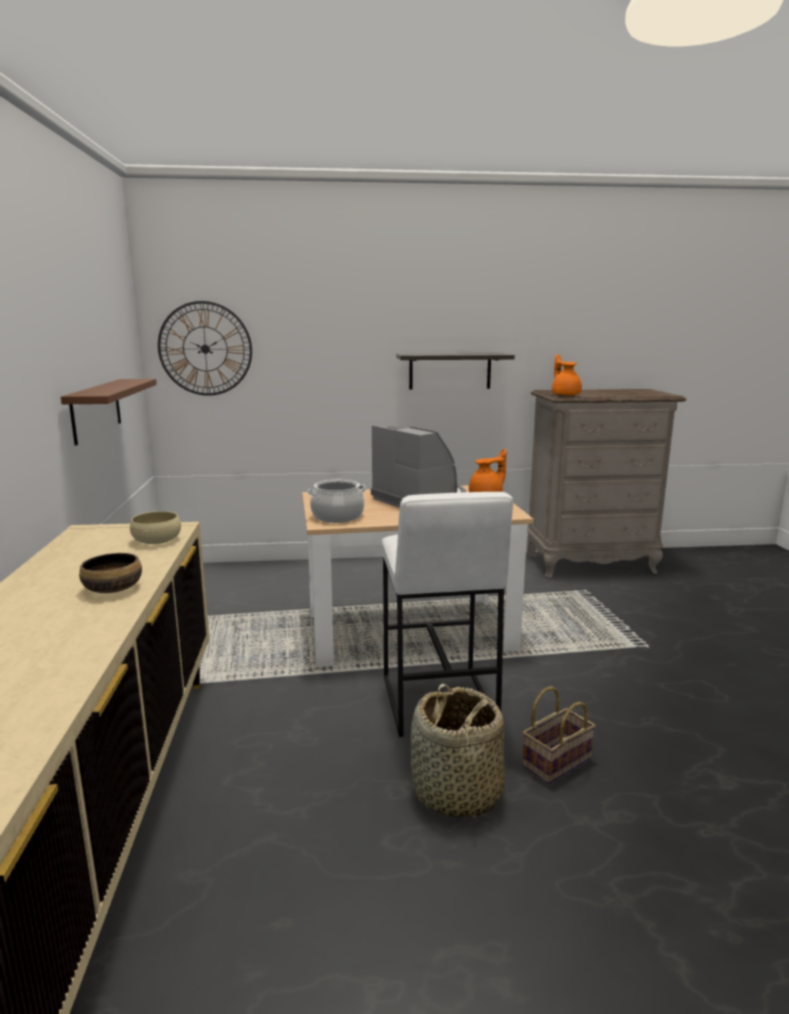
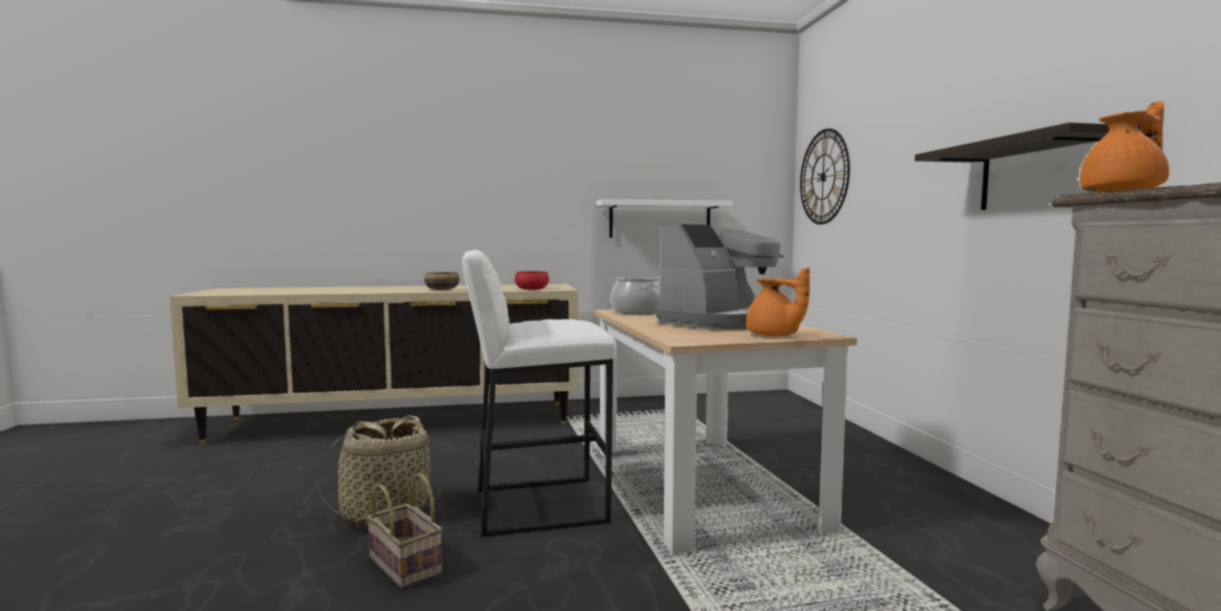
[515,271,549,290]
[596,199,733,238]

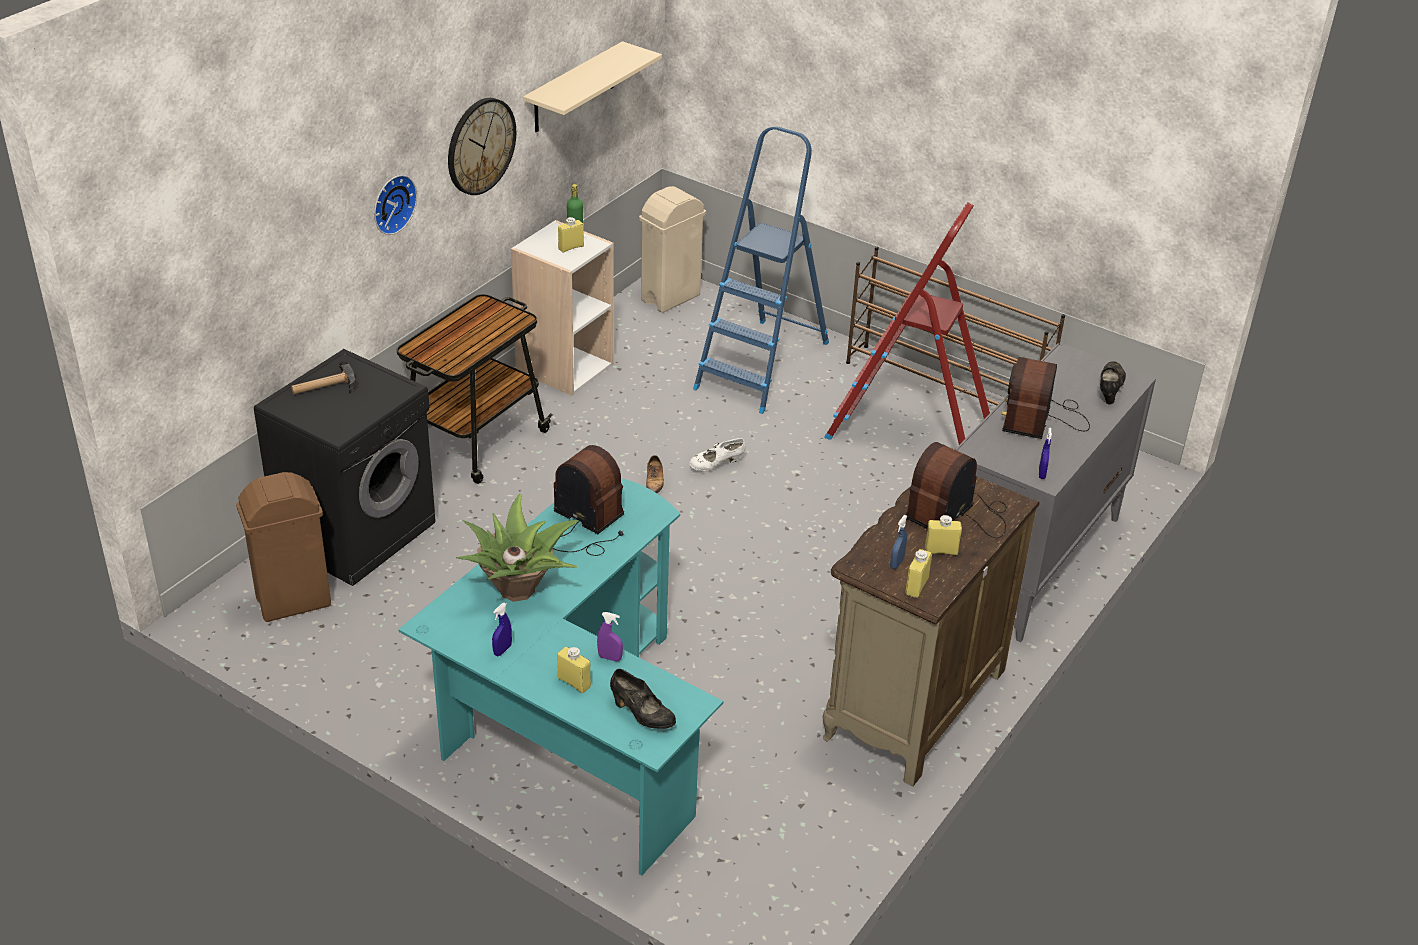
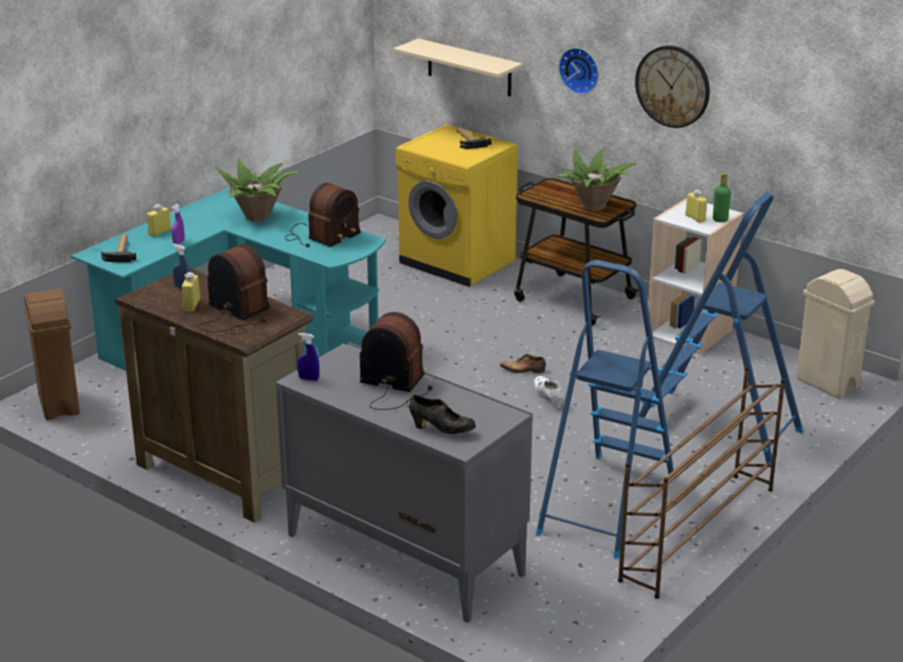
[24,289,80,420]
[101,234,136,262]
[393,39,523,96]
[395,125,518,287]
[536,260,674,559]
[552,148,636,211]
[492,603,512,656] (first image)
[906,549,932,598] (first image)

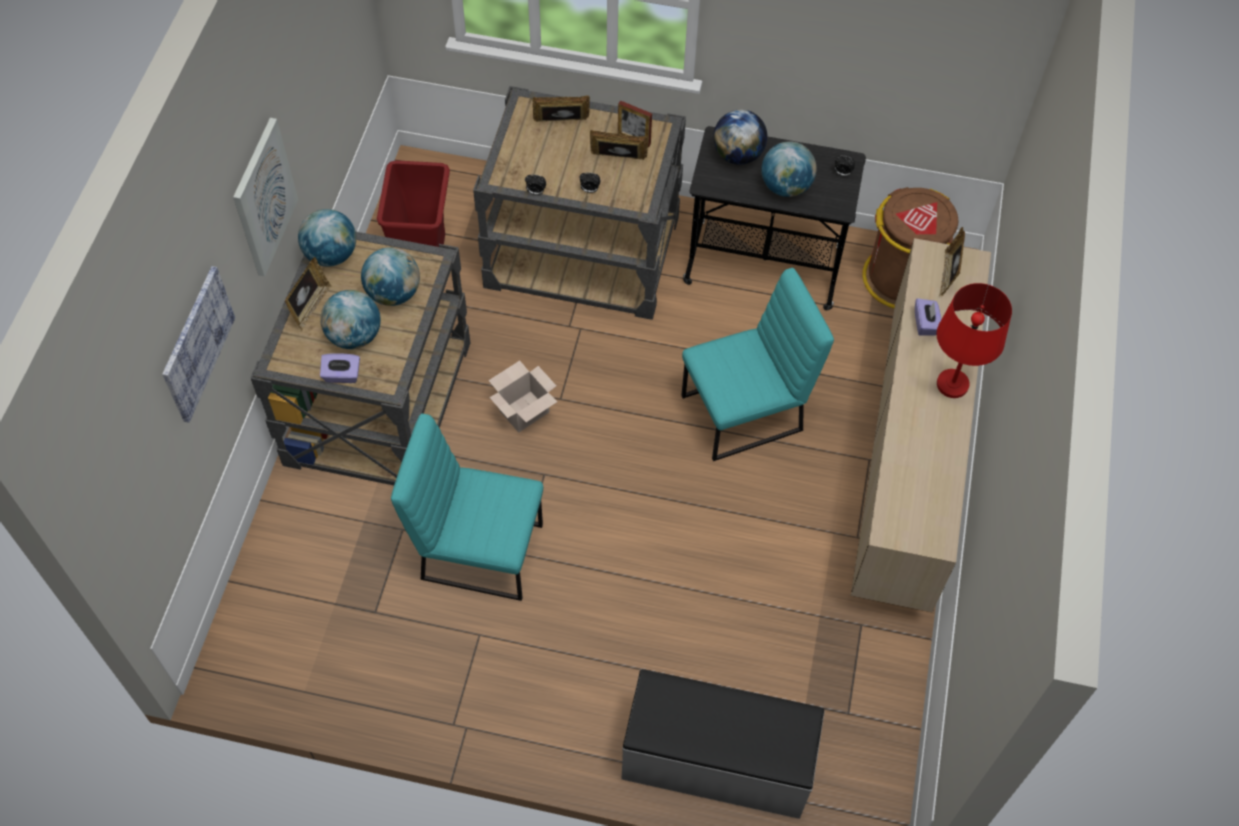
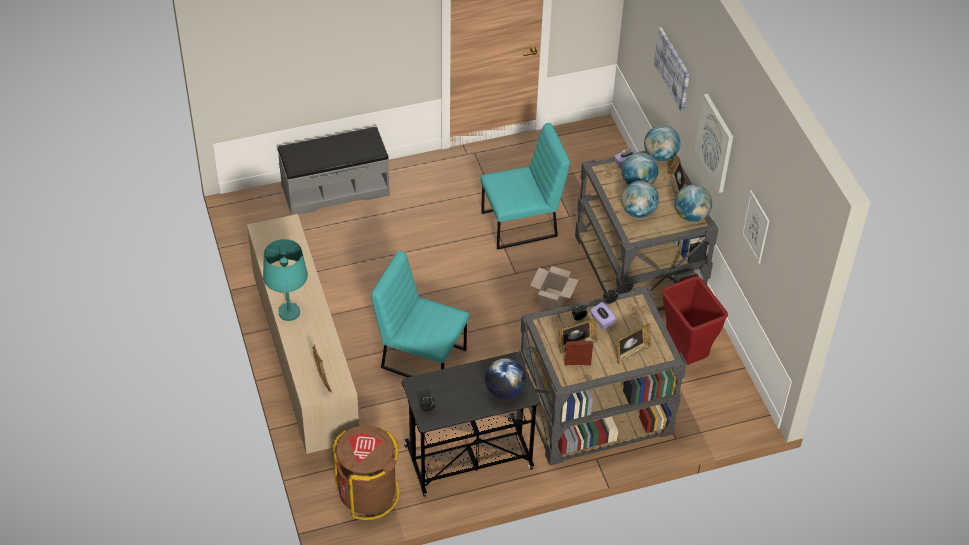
[263,239,308,321]
[371,251,469,377]
[590,302,616,330]
[644,125,680,161]
[741,190,769,264]

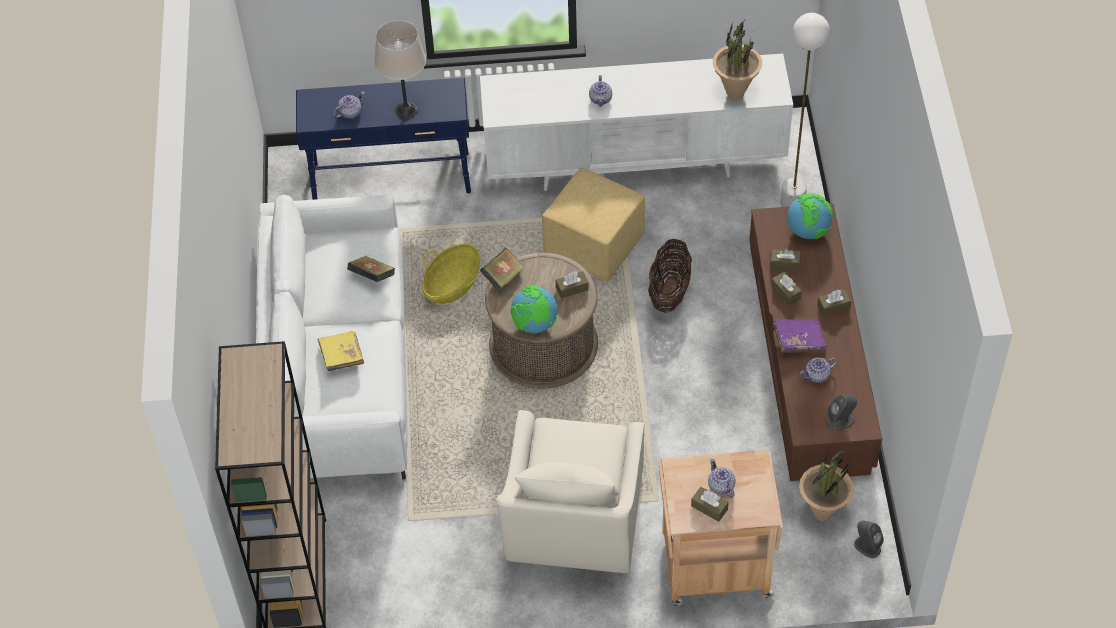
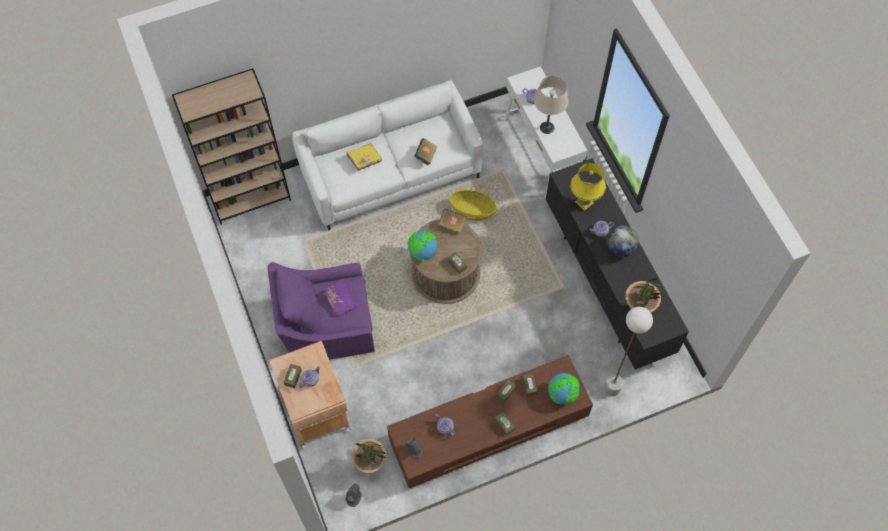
[268,262,375,360]
[323,279,358,317]
[505,66,587,198]
[546,158,689,370]
[570,163,606,212]
[607,226,639,257]
[542,168,645,282] (first image)
[648,239,692,313] (first image)

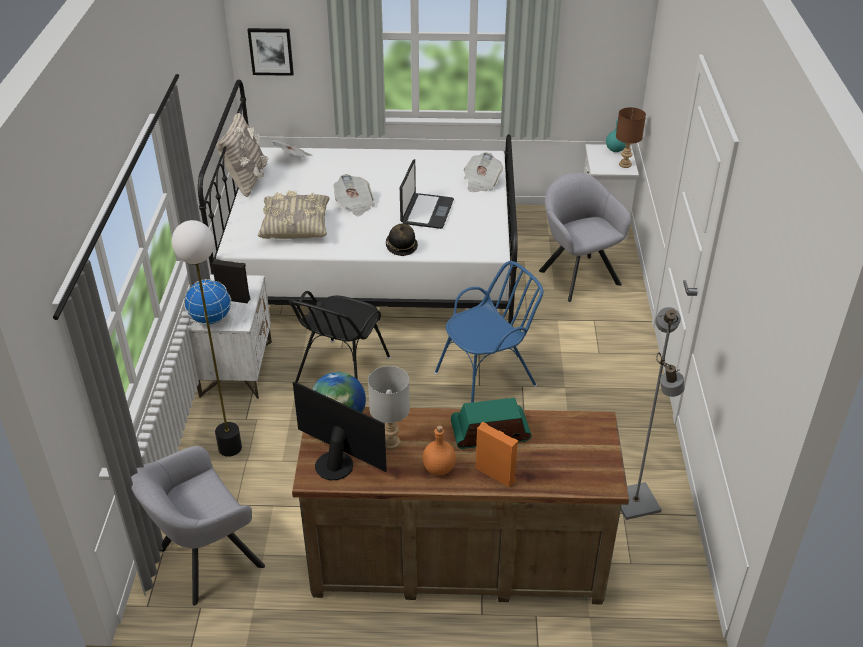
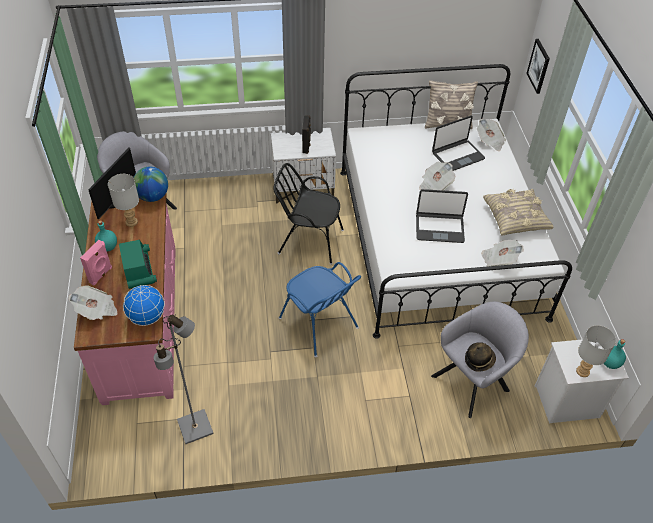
[69,285,118,320]
[80,240,112,285]
[95,220,117,251]
[123,285,165,326]
[432,116,485,171]
[465,342,496,372]
[483,189,554,236]
[576,325,616,377]
[172,220,242,457] (first image)

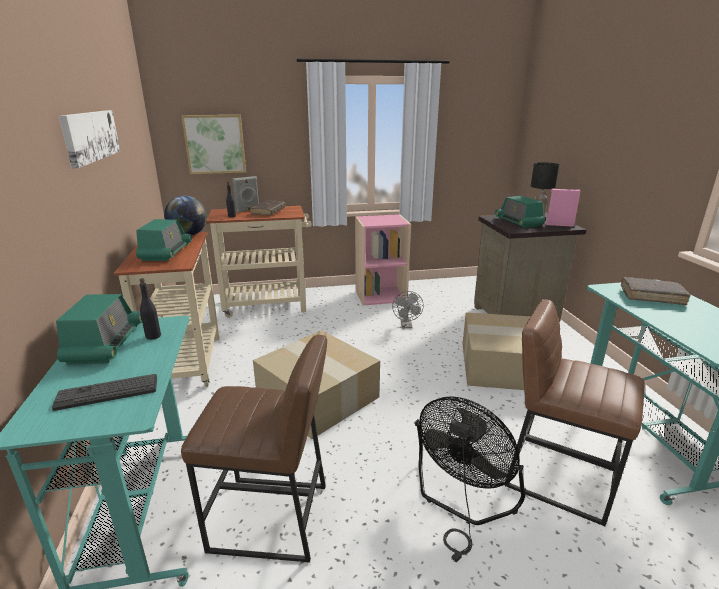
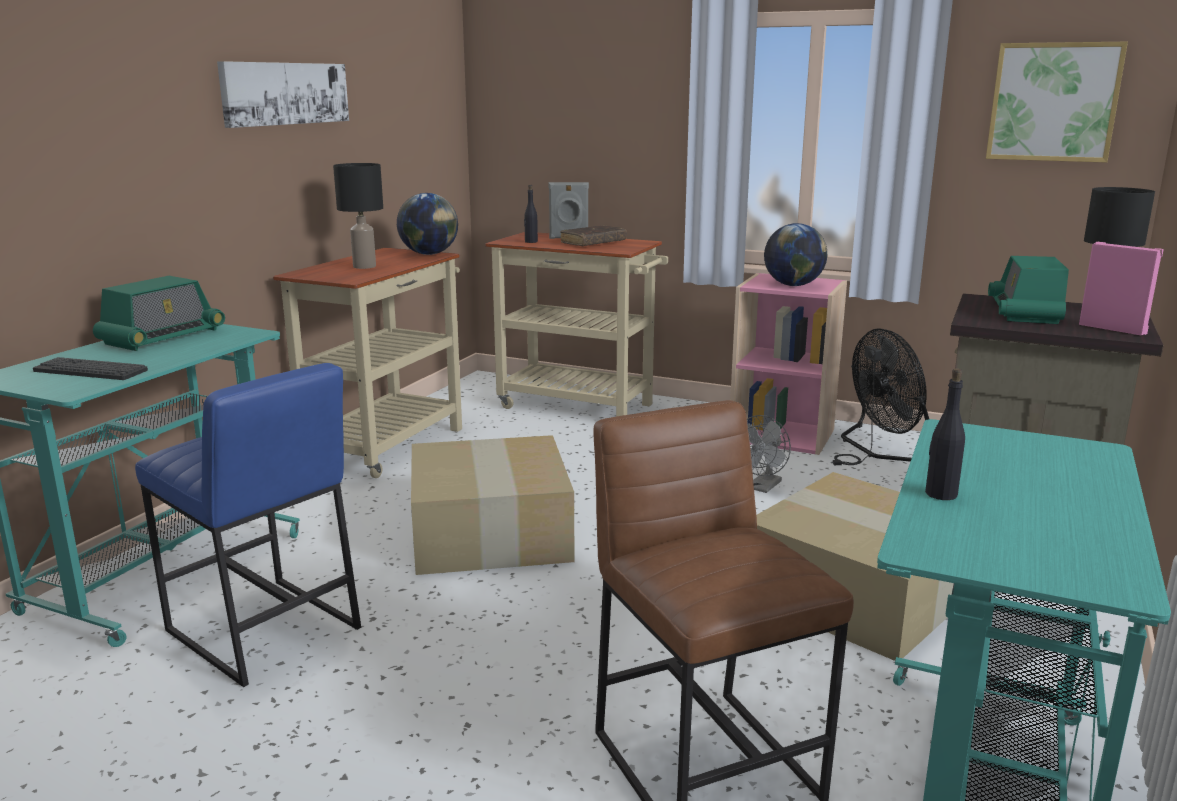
[135,363,361,687]
[333,163,383,269]
[764,223,827,286]
[831,328,929,465]
[925,368,965,500]
[986,42,1128,163]
[621,277,691,305] (first image)

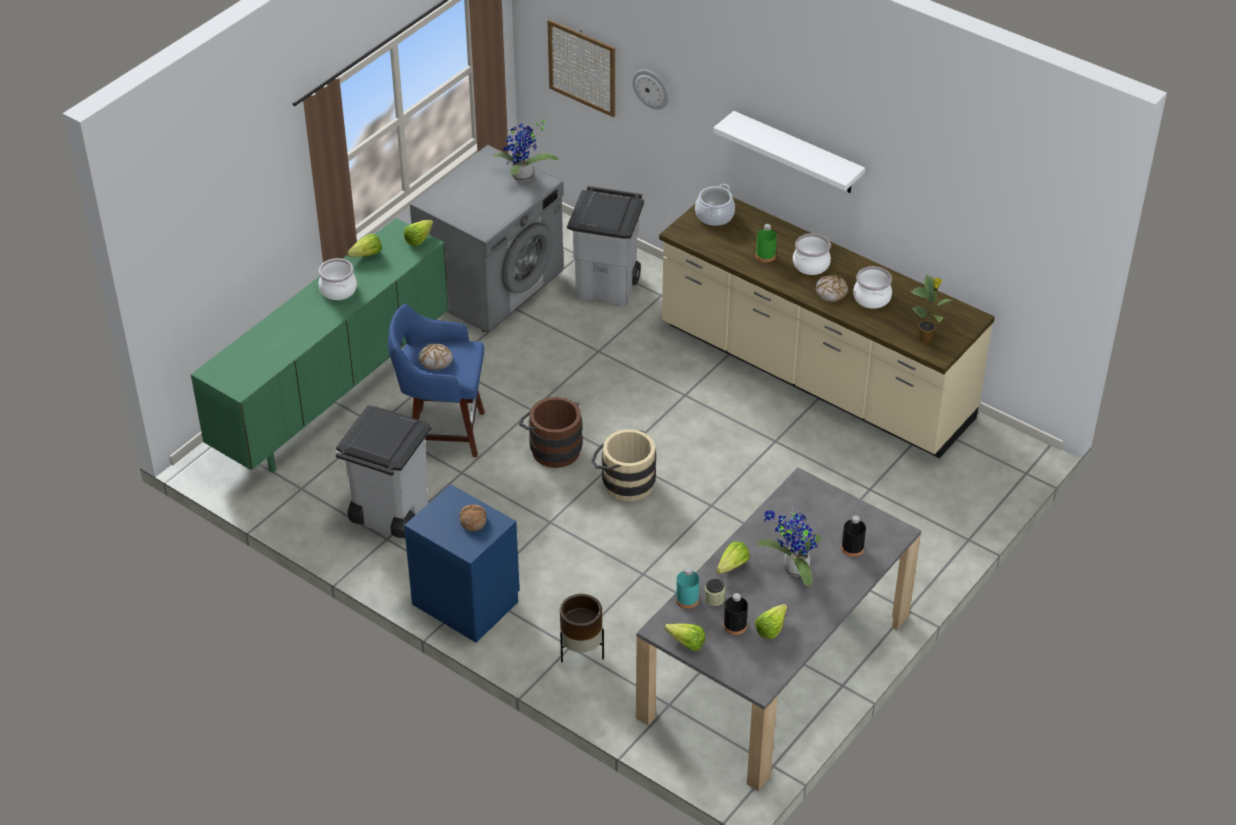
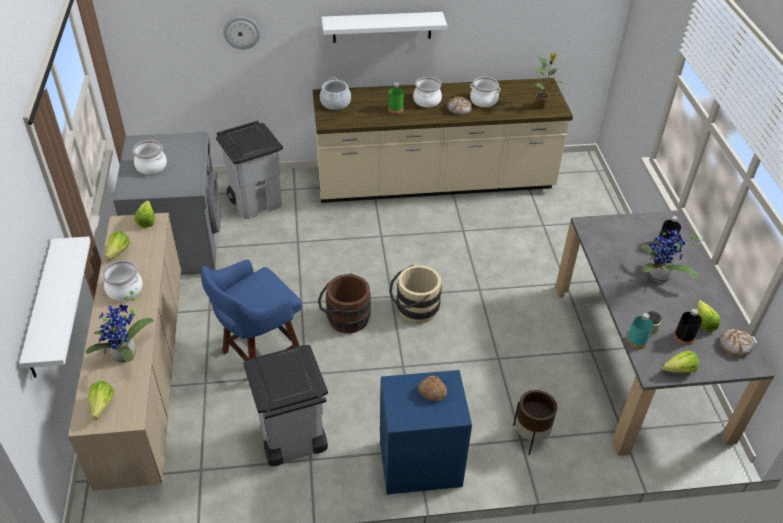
[19,236,91,378]
[68,213,181,491]
[86,288,154,363]
[89,381,114,420]
[133,140,167,175]
[720,329,754,356]
[547,19,615,117] (first image)

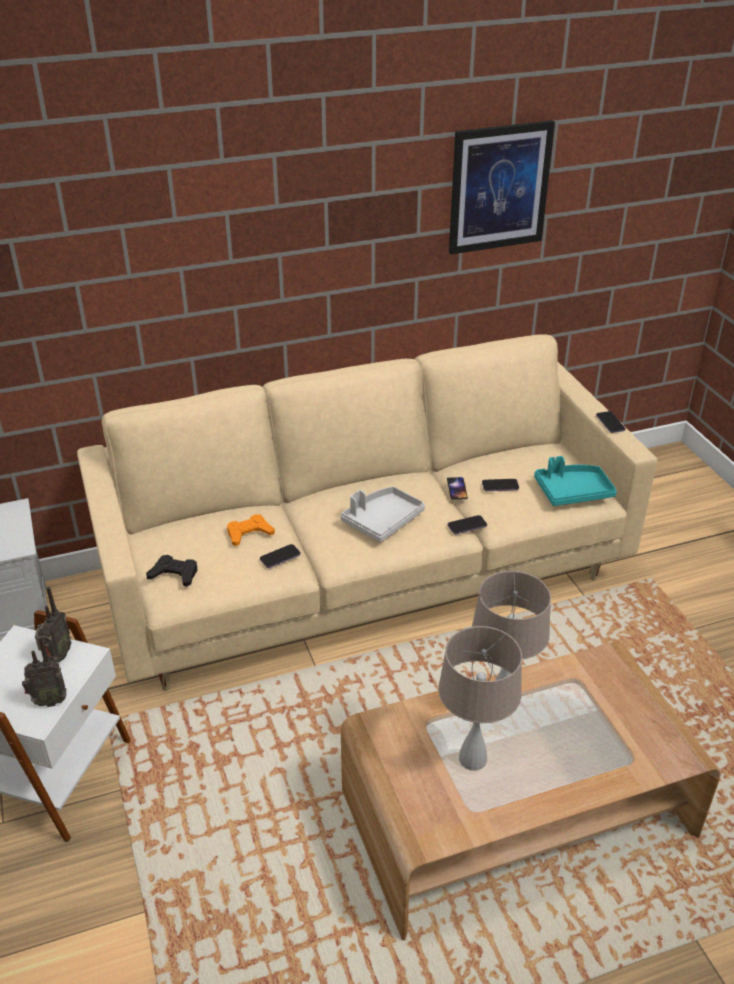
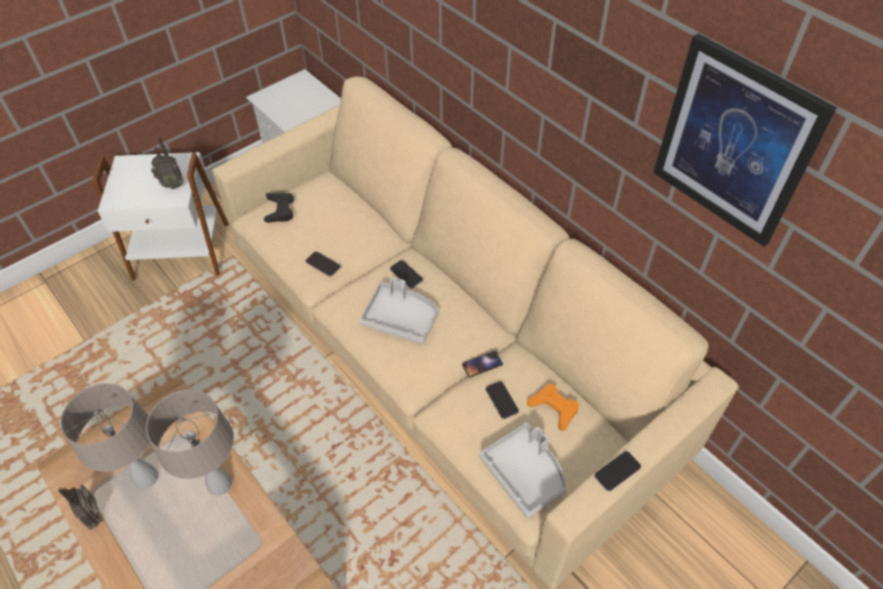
[58,485,101,530]
[390,260,423,288]
[479,423,567,518]
[527,384,579,431]

